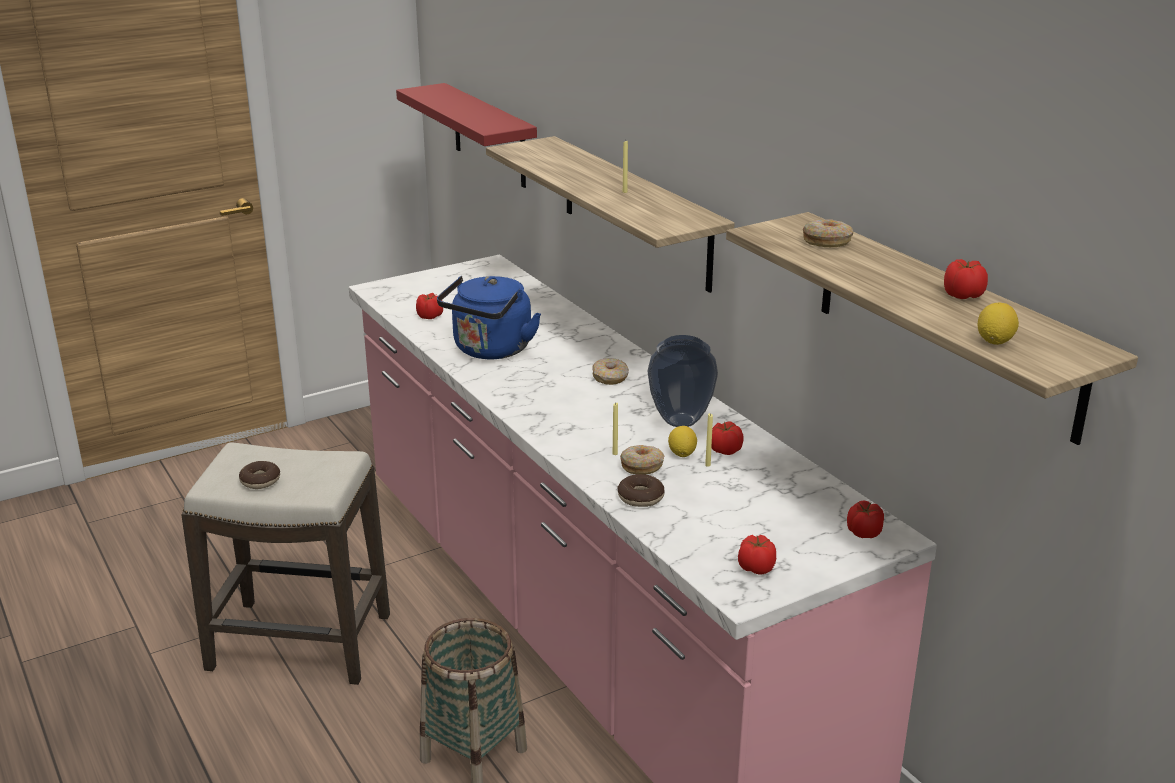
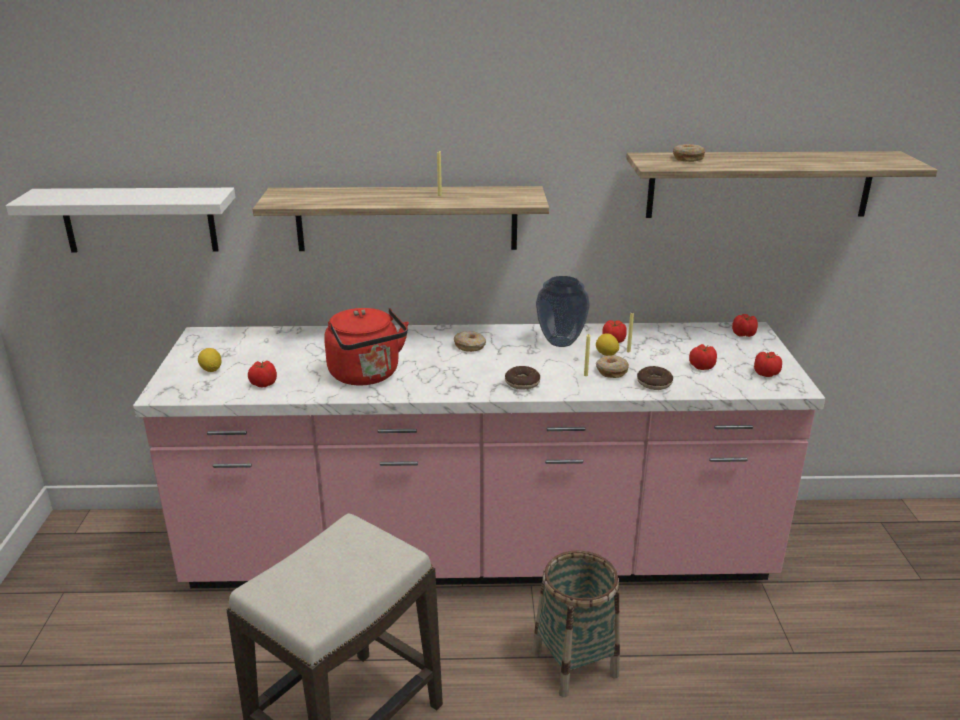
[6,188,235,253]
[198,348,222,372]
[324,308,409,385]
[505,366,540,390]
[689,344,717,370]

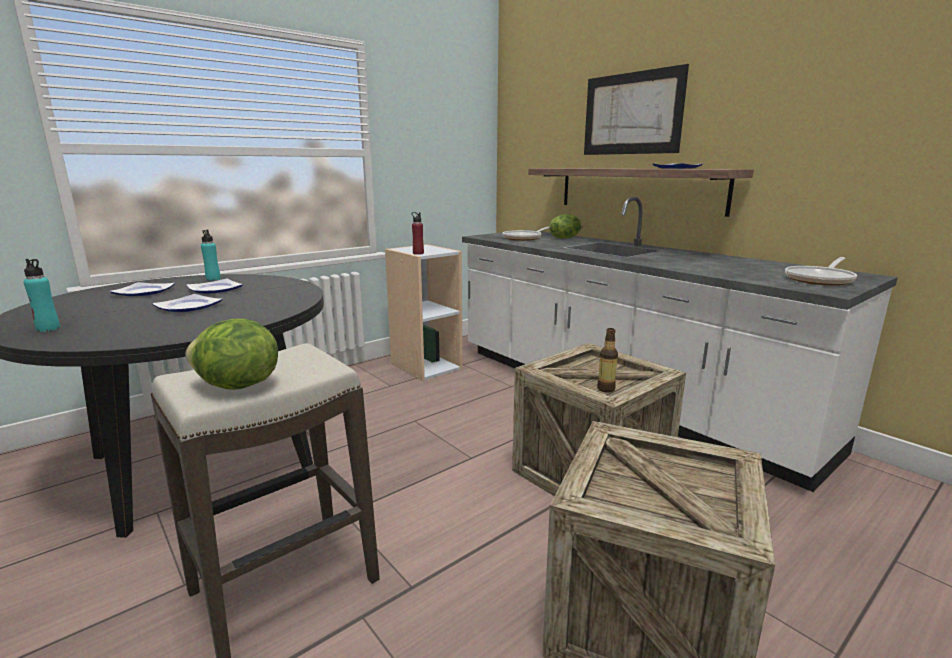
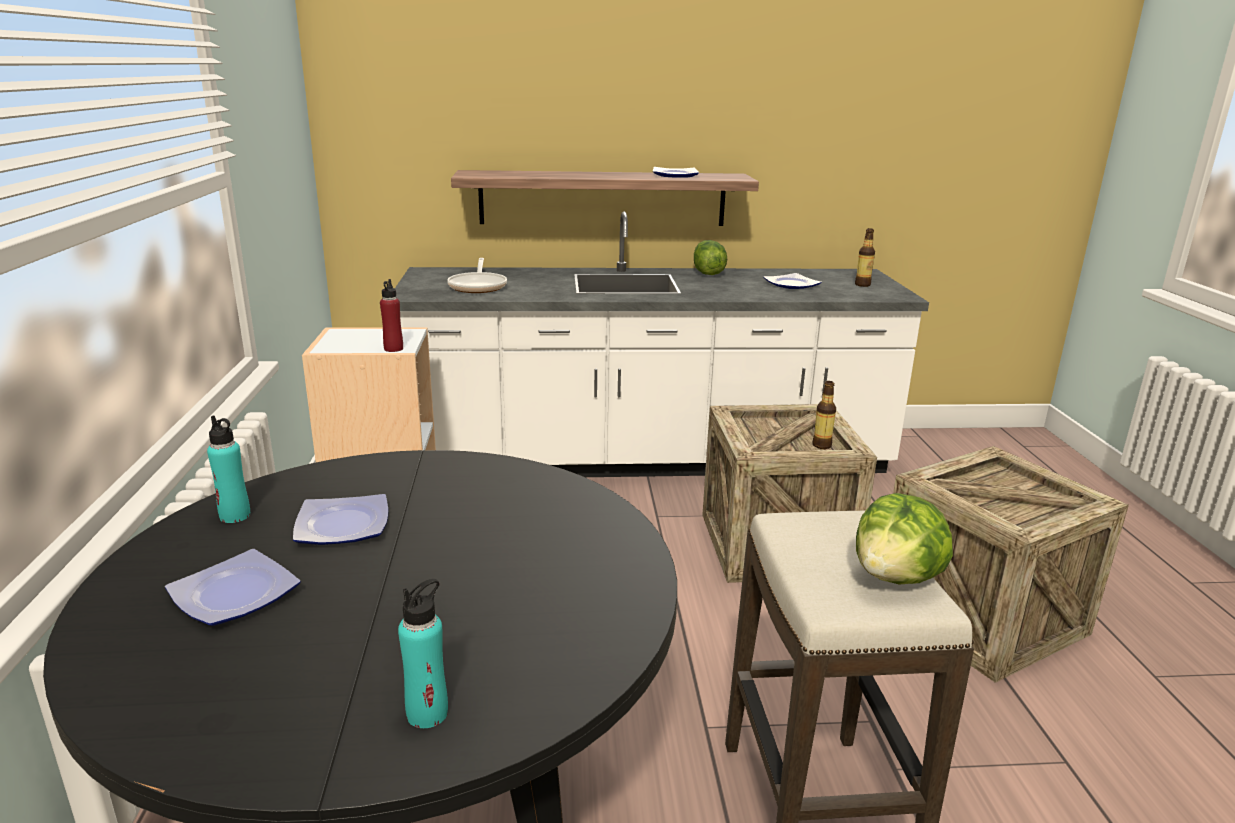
[694,240,727,275]
[763,273,822,289]
[855,228,875,287]
[584,64,689,155] (first image)

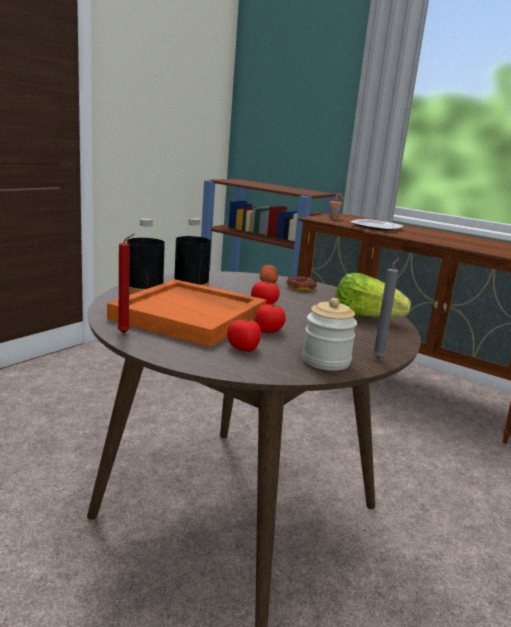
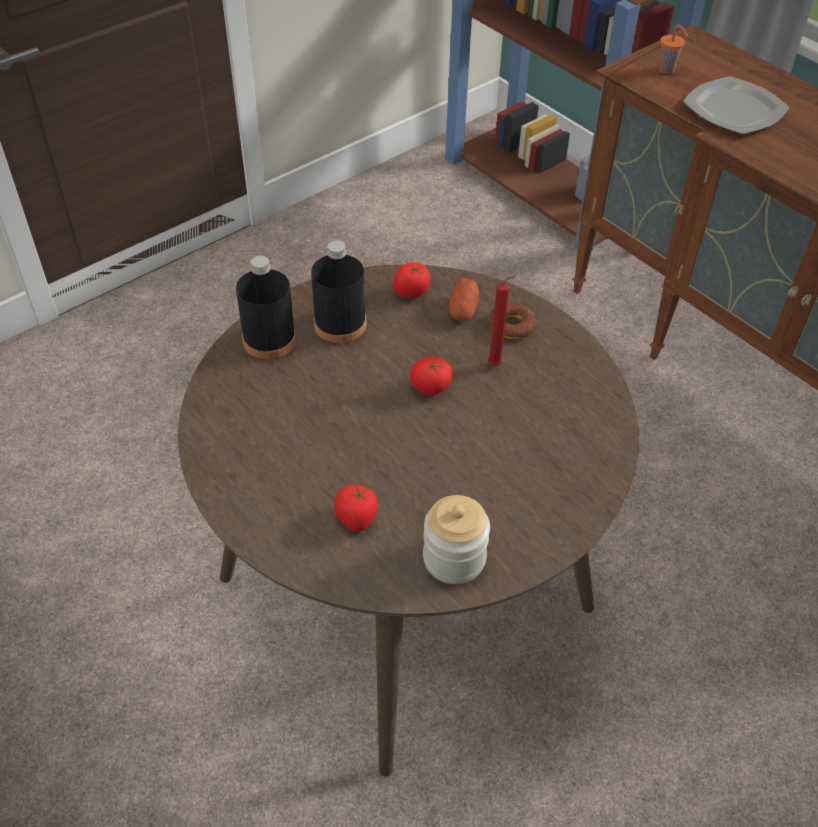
[393,262,431,298]
[488,274,517,366]
[107,279,266,347] (first image)
[335,273,411,317] (first image)
[373,258,399,359] (first image)

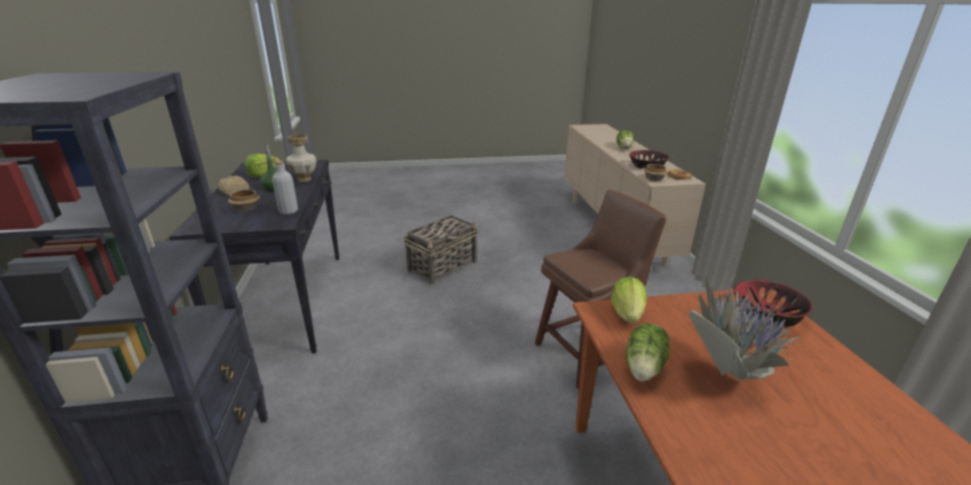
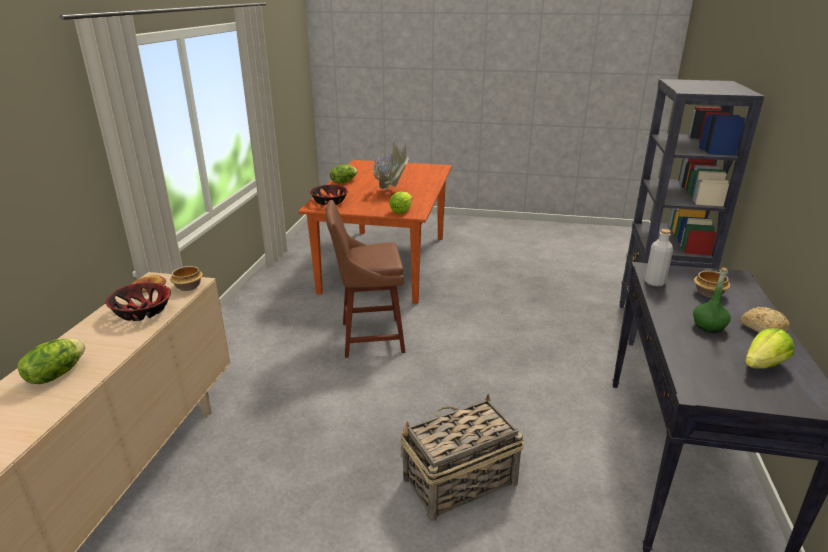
[330,165,358,183]
[286,134,317,182] (first image)

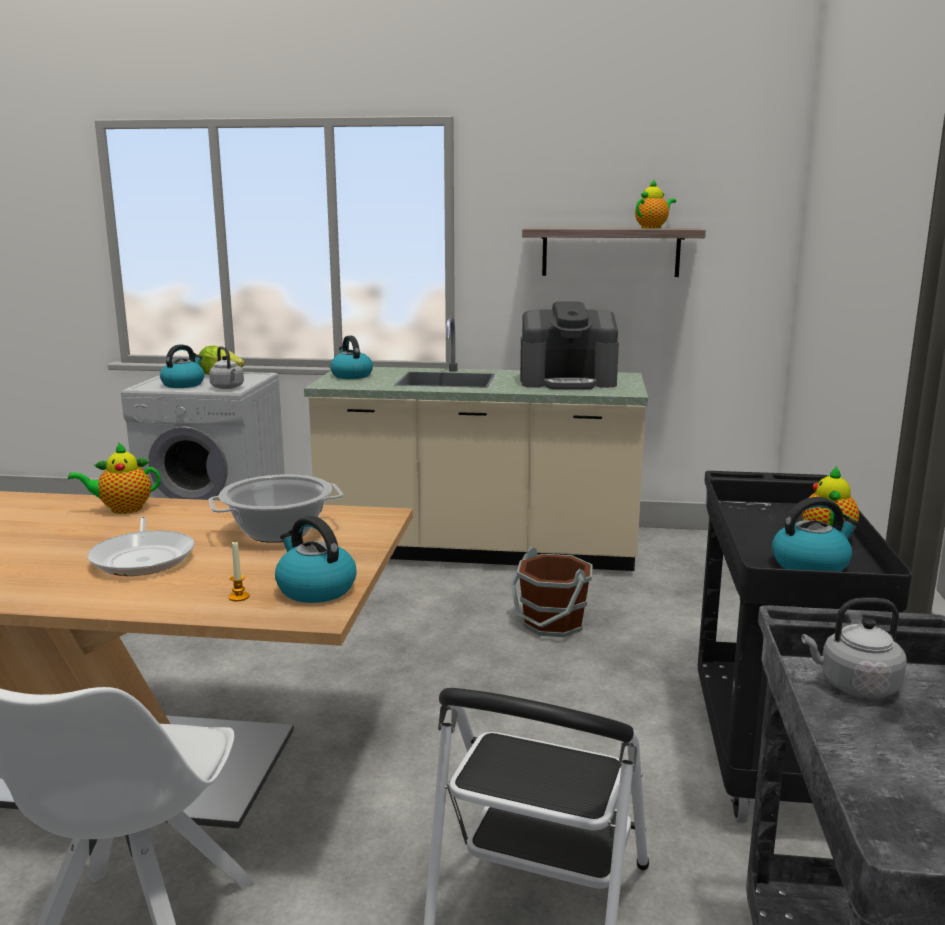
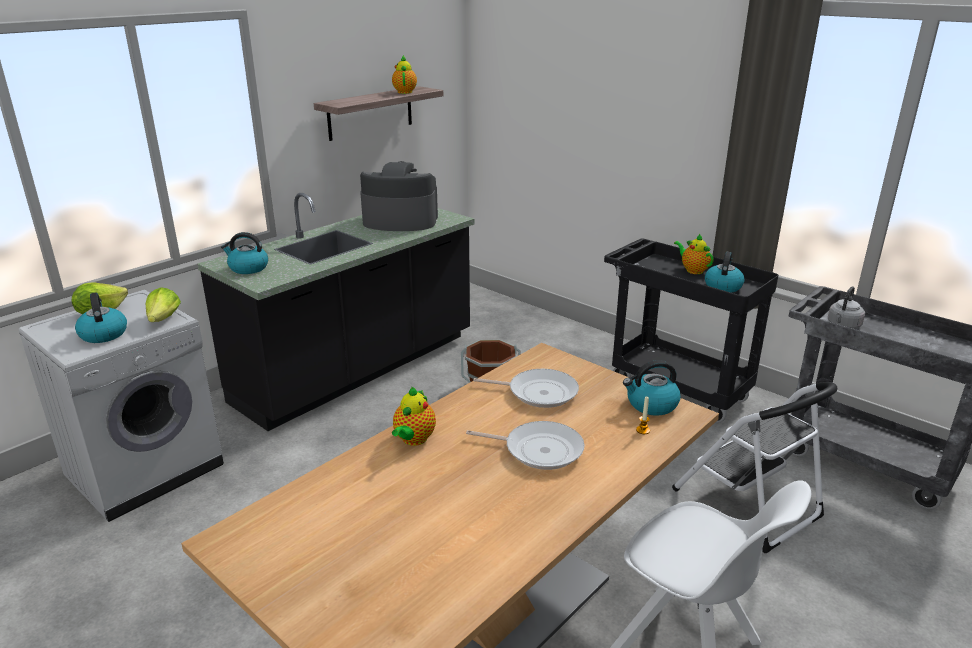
[146,287,181,322]
[197,193,474,431]
[360,161,438,231]
[473,369,579,408]

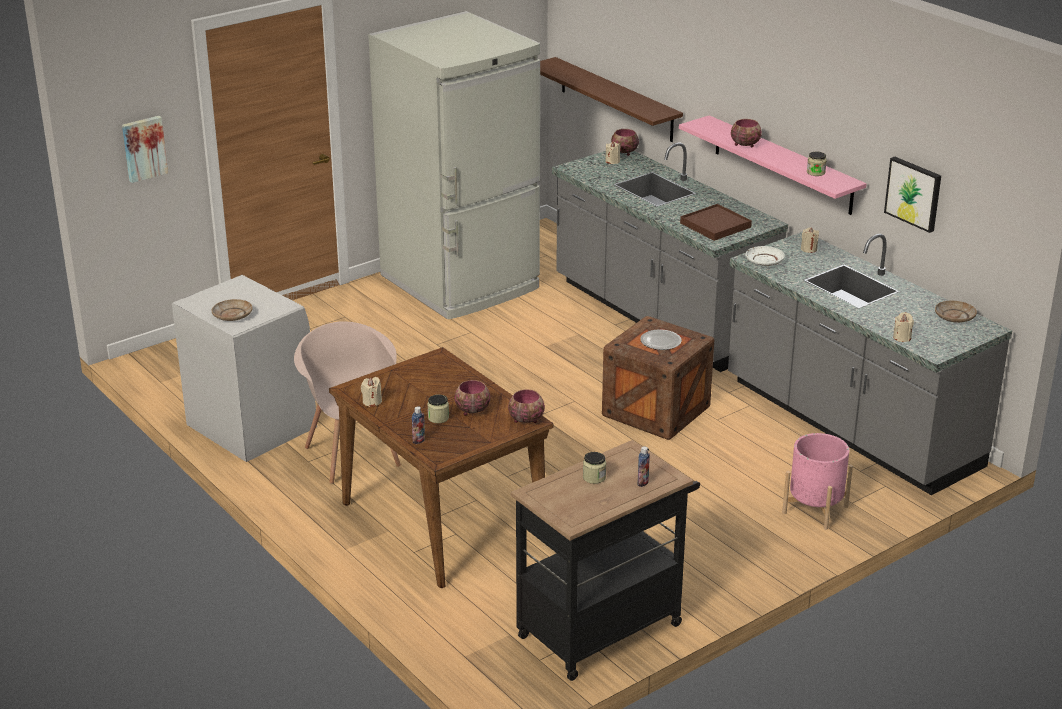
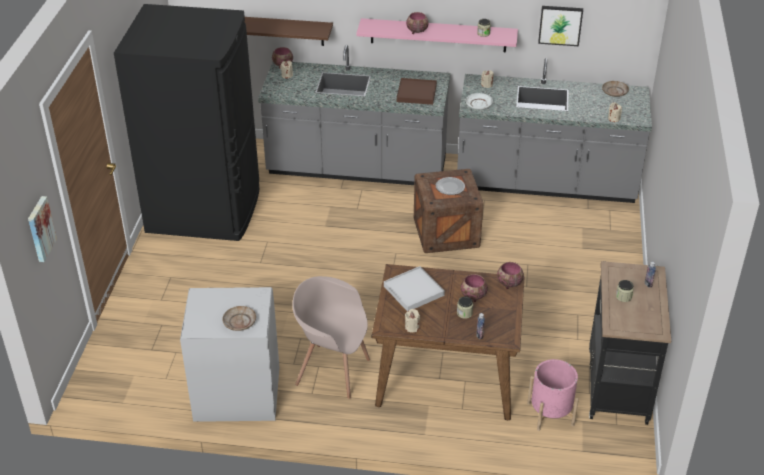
[114,4,259,241]
[384,266,445,312]
[527,359,579,431]

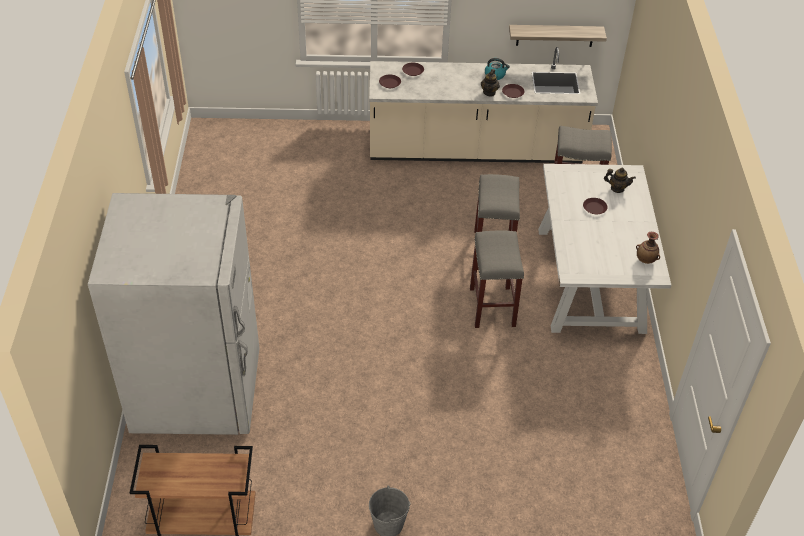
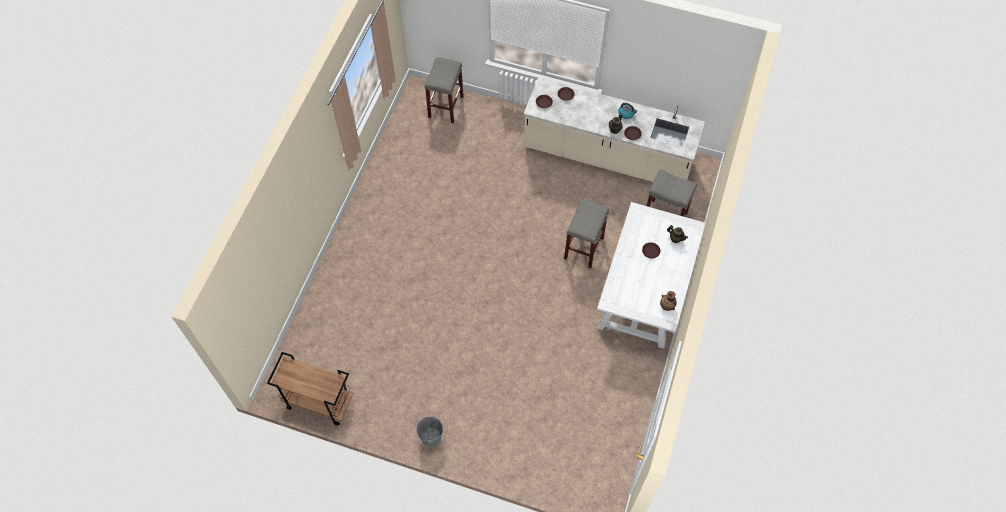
[425,57,464,123]
[88,193,259,435] (first image)
[509,25,607,47] (first image)

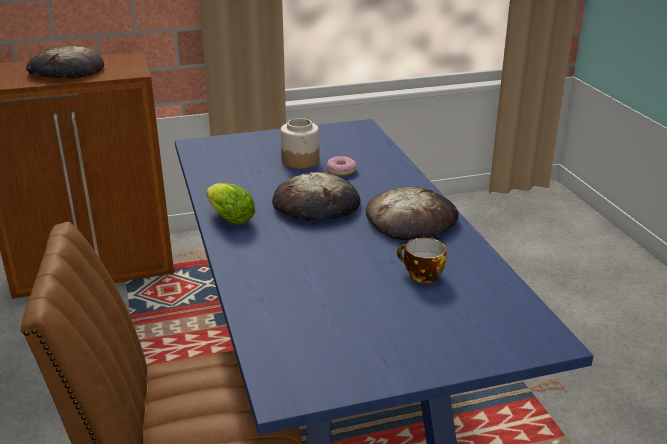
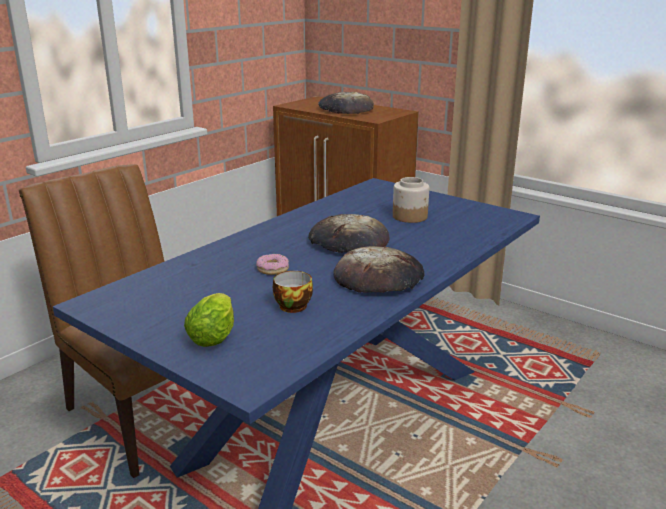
[184,293,234,347]
[256,254,289,275]

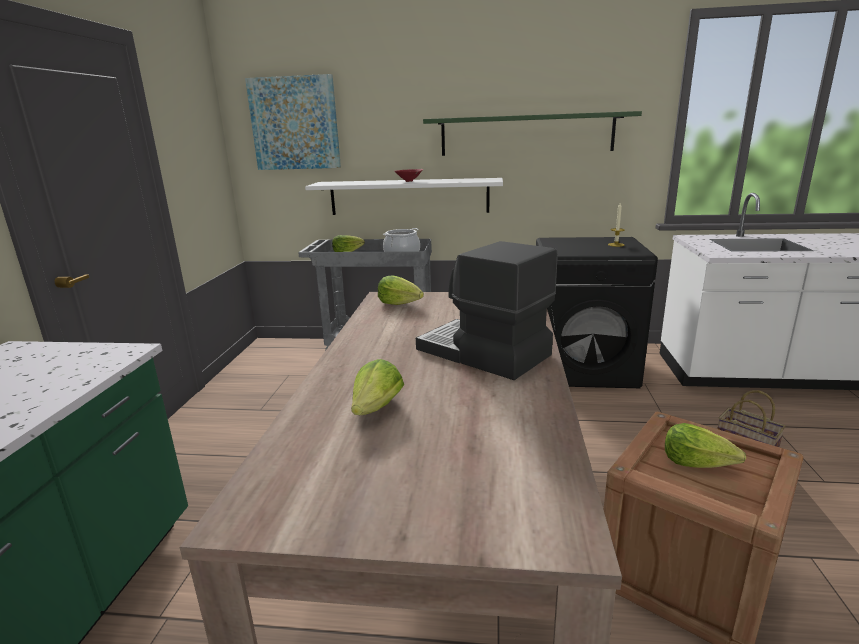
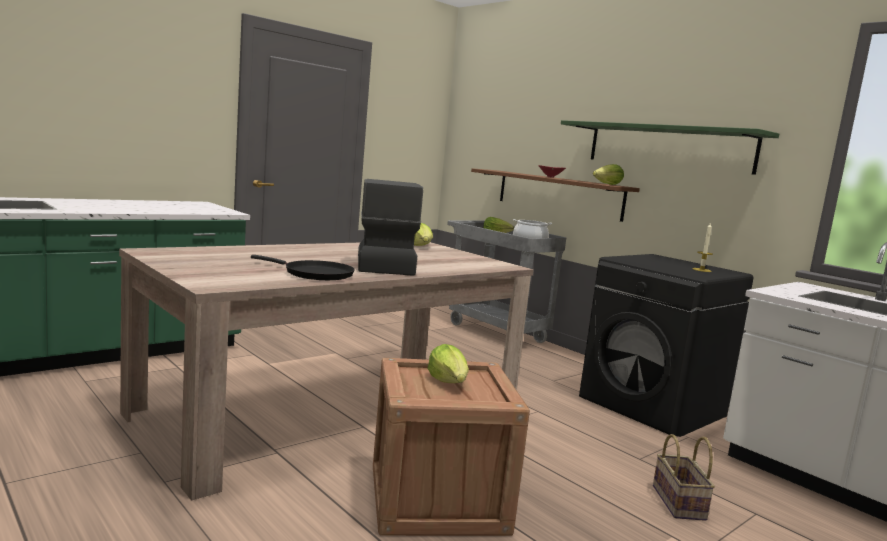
[251,255,355,280]
[471,168,640,222]
[593,164,624,185]
[245,74,341,170] (first image)

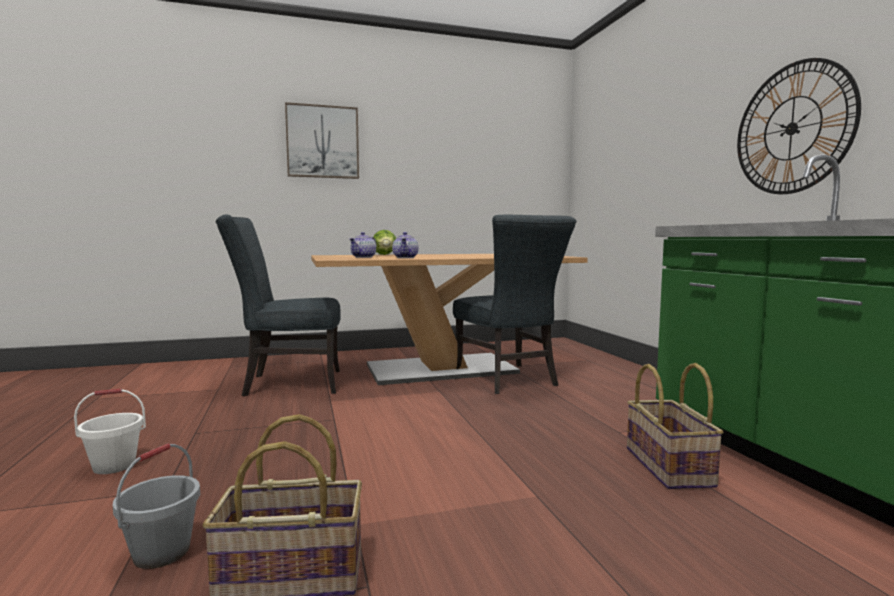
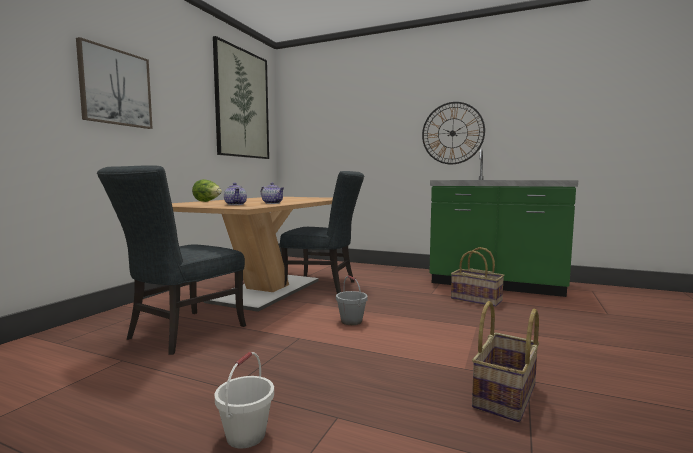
[213,36,269,159]
[336,275,368,325]

